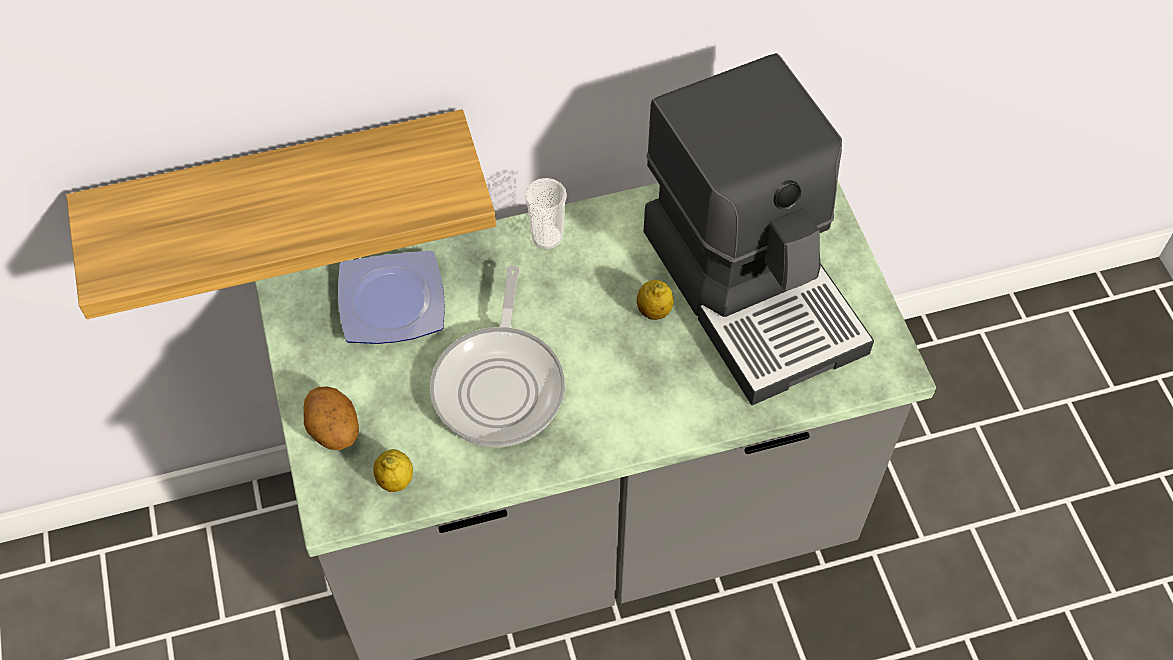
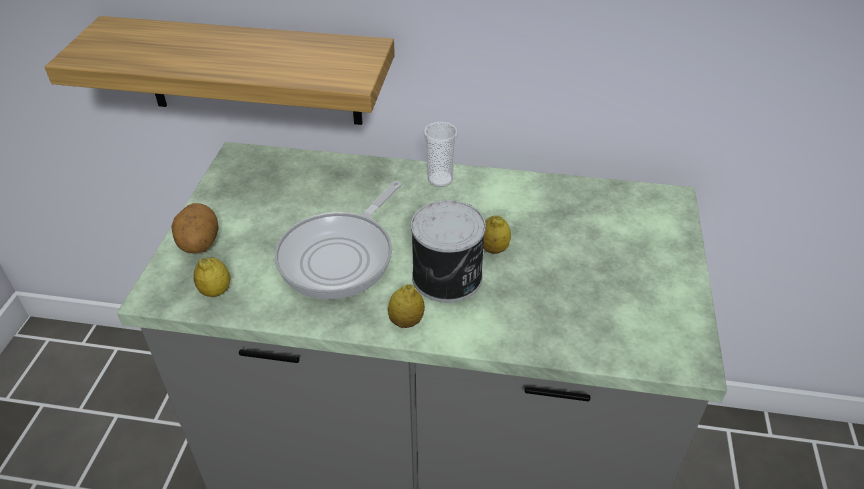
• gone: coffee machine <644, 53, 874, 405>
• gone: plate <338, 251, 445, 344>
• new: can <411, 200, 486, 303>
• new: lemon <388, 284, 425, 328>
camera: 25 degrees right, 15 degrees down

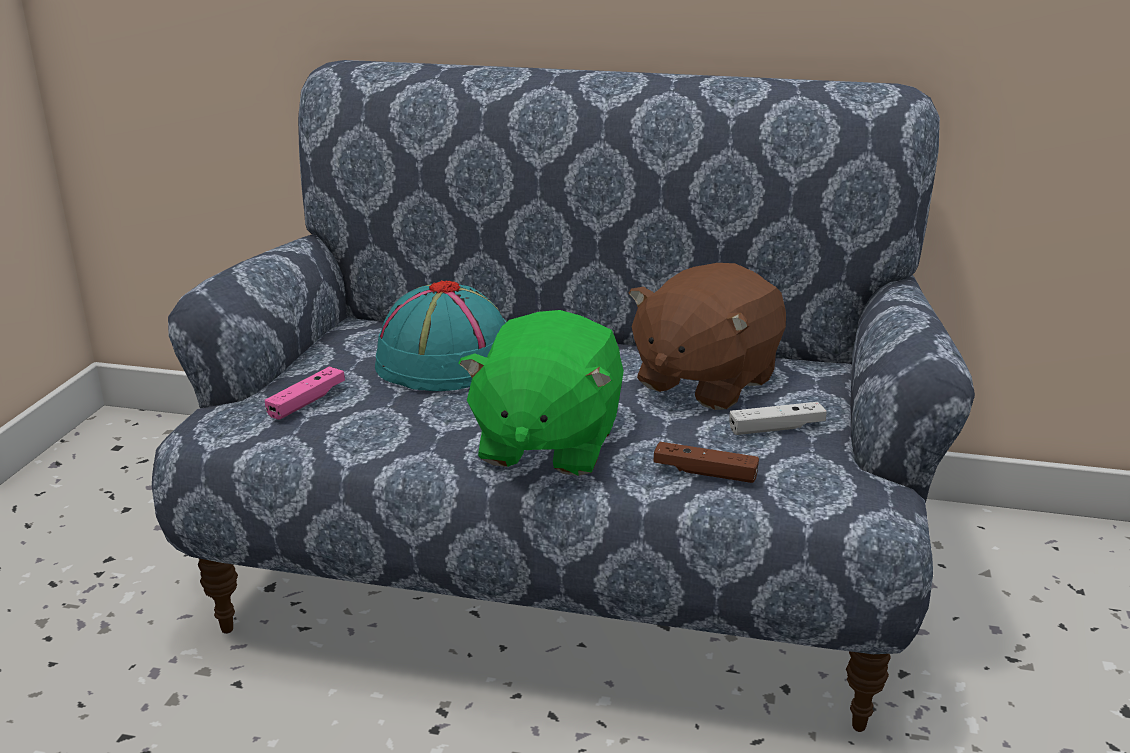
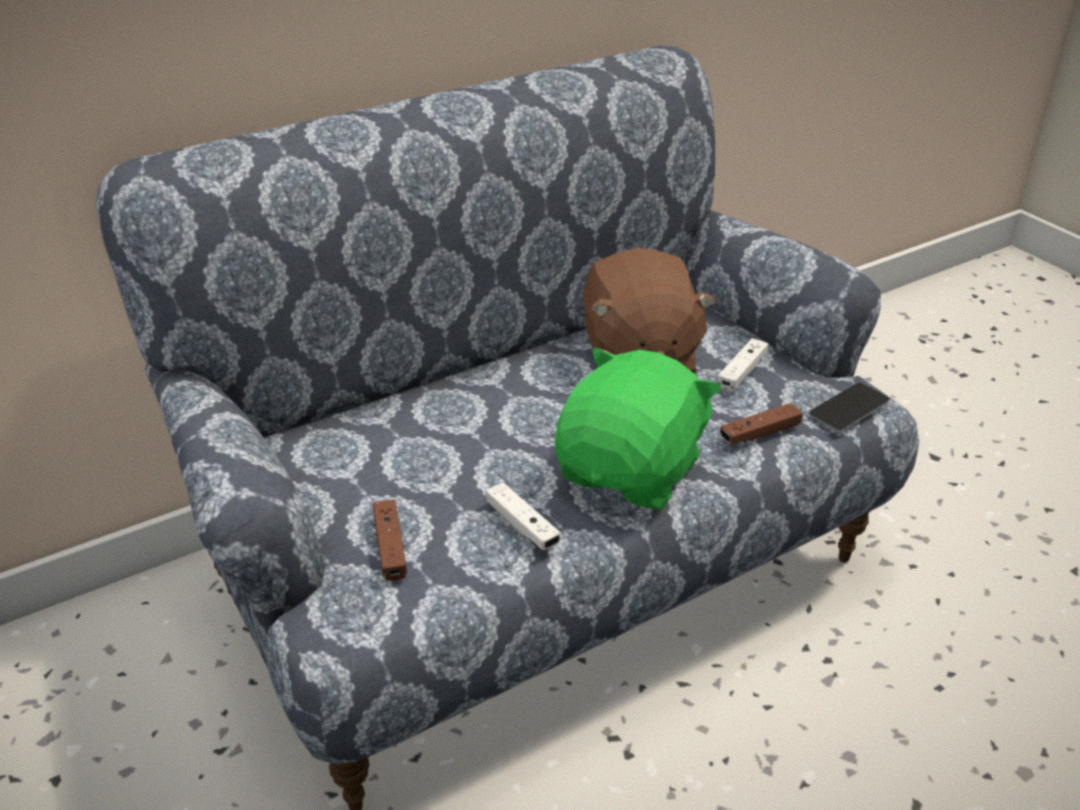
• gone: turquoise hat <375, 280, 506, 391>
• rotated: green plush toy <458, 310, 624, 476> = <555, 347, 722, 510> 120 degrees counterclockwise
• repainted: pink game controller <265, 366, 345, 420> to brown game controller <373, 499, 407, 581>
• new: phone <809, 383, 889, 432>
• new: white game controller <486, 483, 561, 550>
camera: 45 degrees left, 10 degrees up

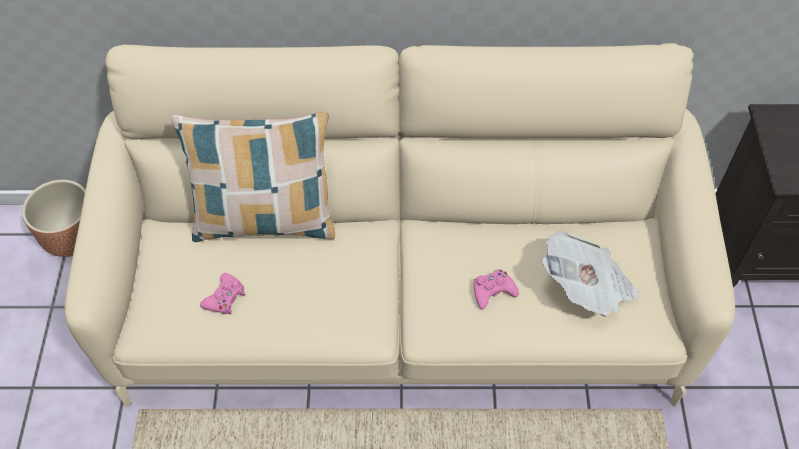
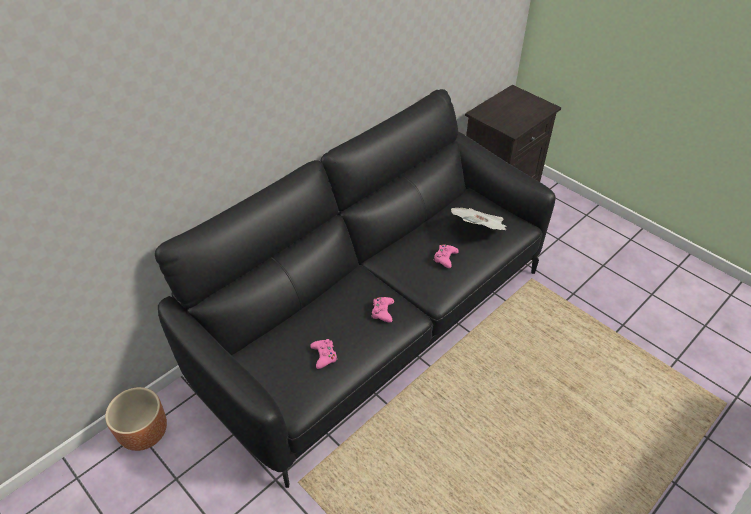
• repainted: beige sofa <65, 43, 735, 407> to black sofa <155, 89, 555, 488>
• gone: pillow <171, 112, 335, 242>
• new: pink game controller <371, 297, 394, 322>
camera: 45 degrees left, 10 degrees down

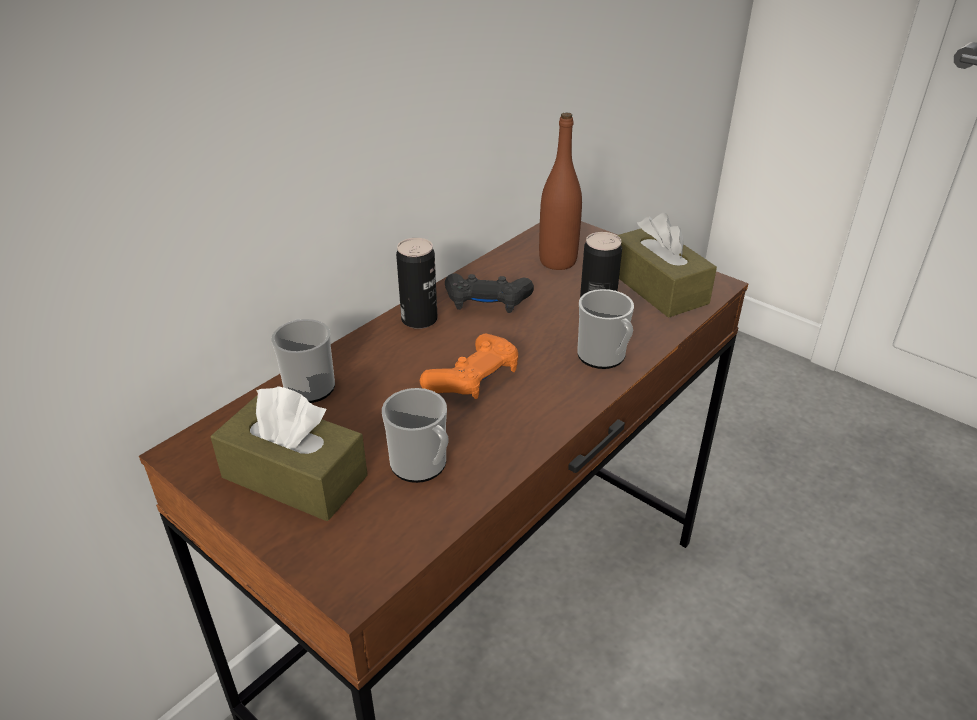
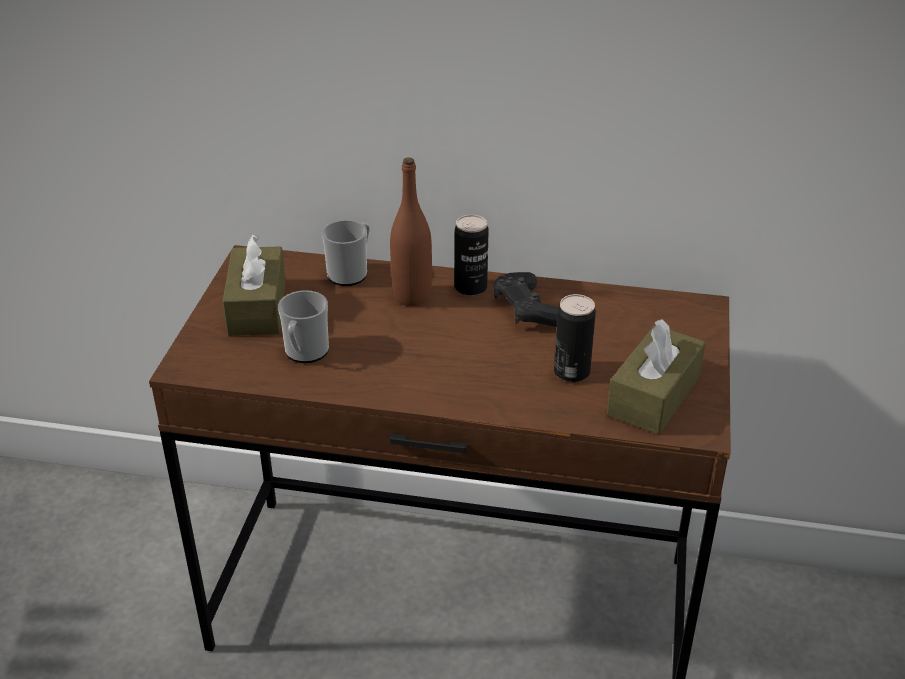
• shifted: brown bottle <539, 112, 582, 270> to <390, 157, 432, 306>
• gone: mug <577, 289, 634, 369>
• gone: orange game controller <420, 333, 518, 399>
camera: 60 degrees right, 0 degrees up

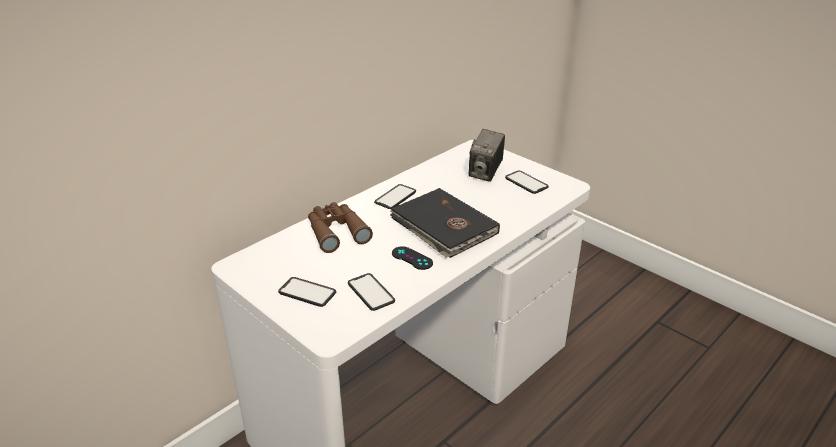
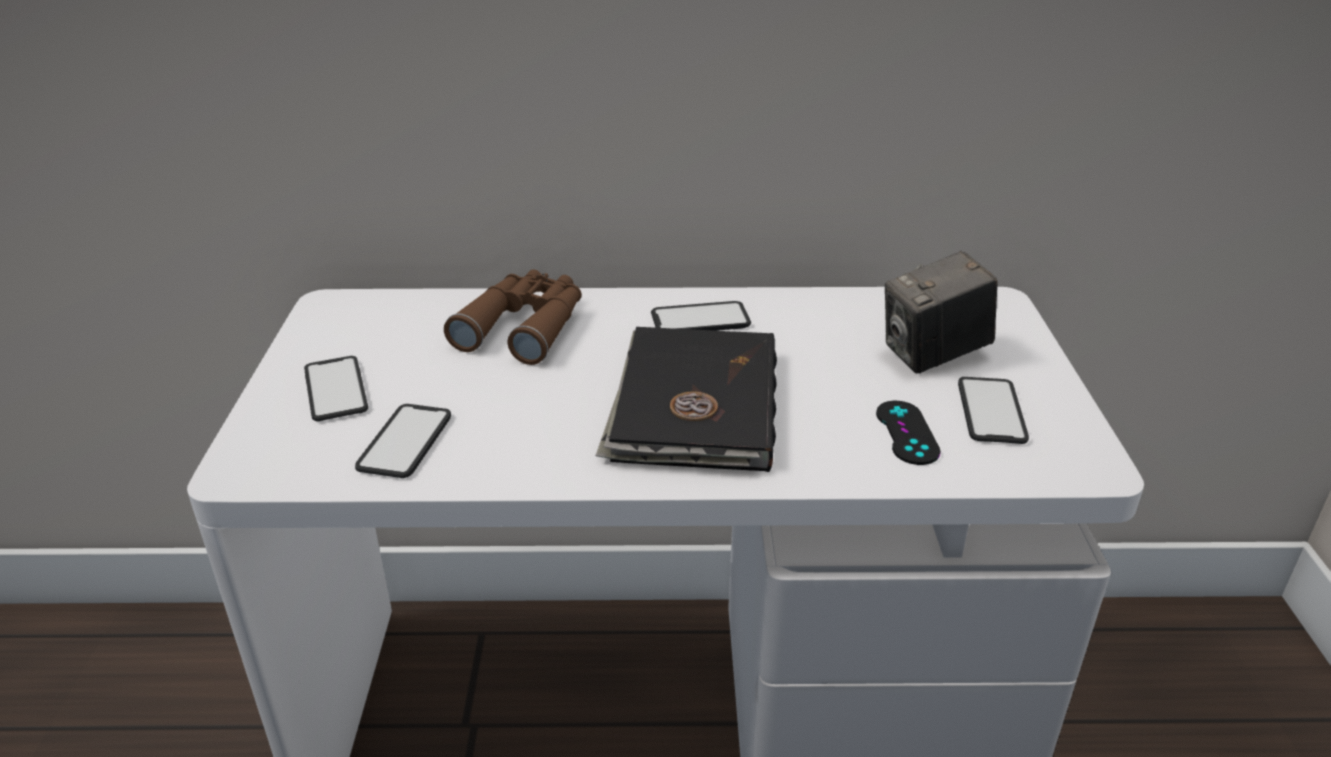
• shifted: black game controller <392, 246, 433, 270> to <876, 401, 941, 465>
camera: 45 degrees right, 0 degrees up

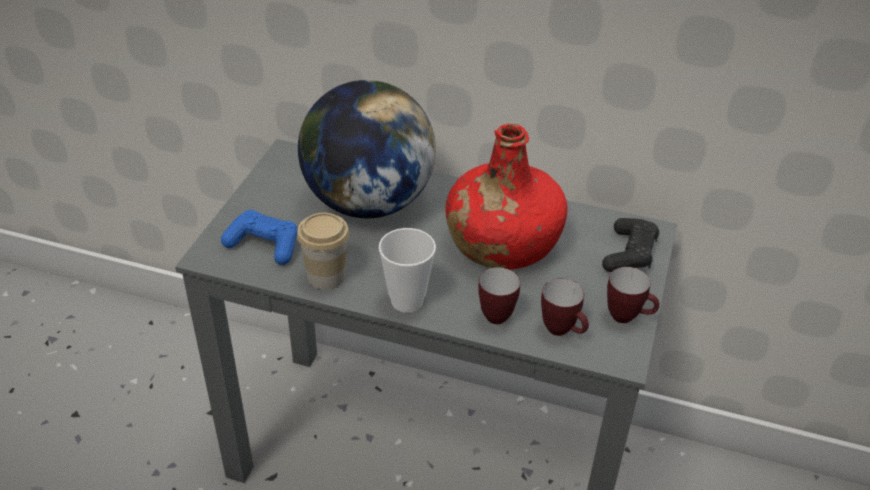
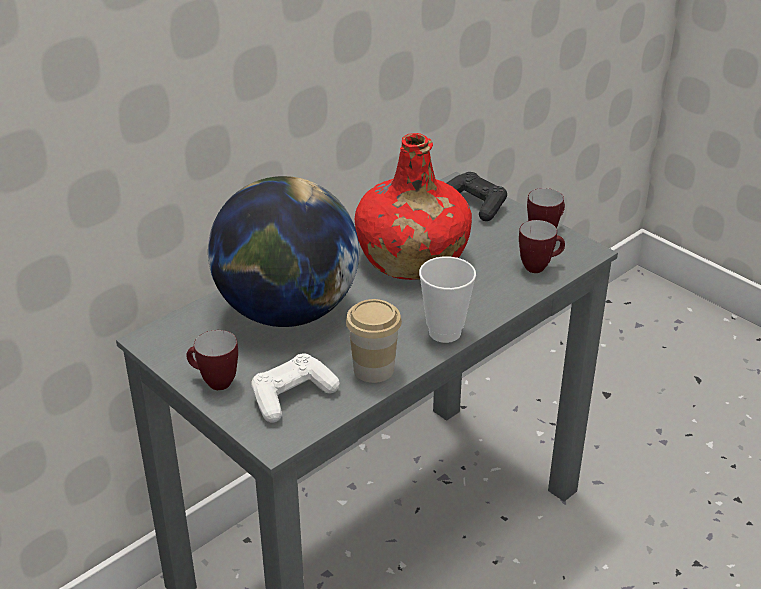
• repainted: blue game controller <221, 210, 298, 265> to white game controller <251, 353, 340, 423>
• shifted: mug <478, 267, 520, 324> to <186, 330, 238, 390>
camera: 60 degrees left, 5 degrees down

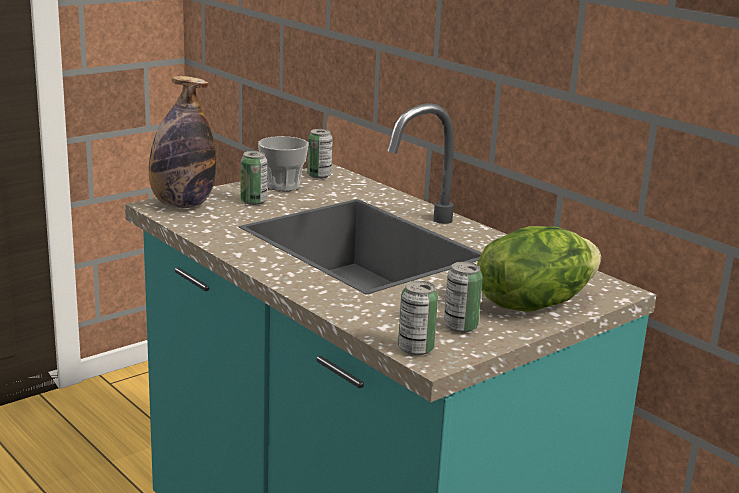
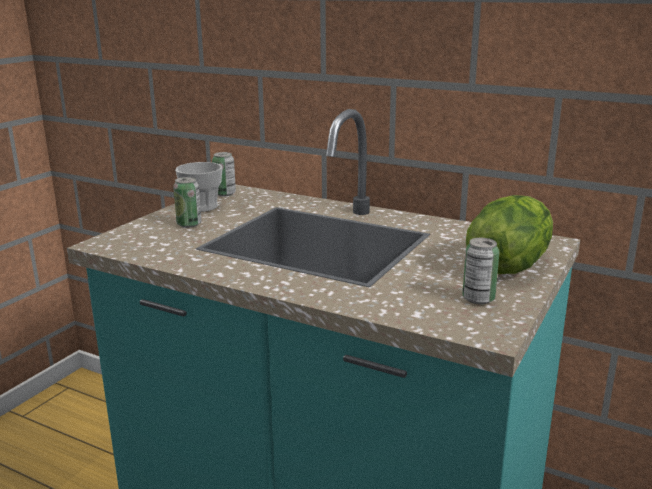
• gone: bottle <149, 76, 216, 208>
• gone: can <398, 281, 438, 355>
camera: 20 degrees left, 0 degrees up

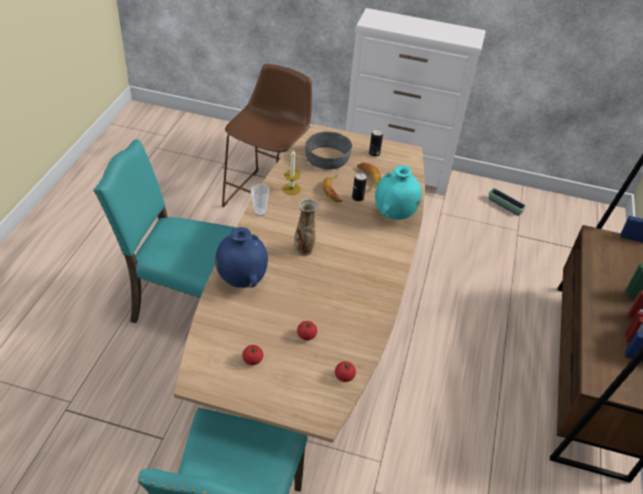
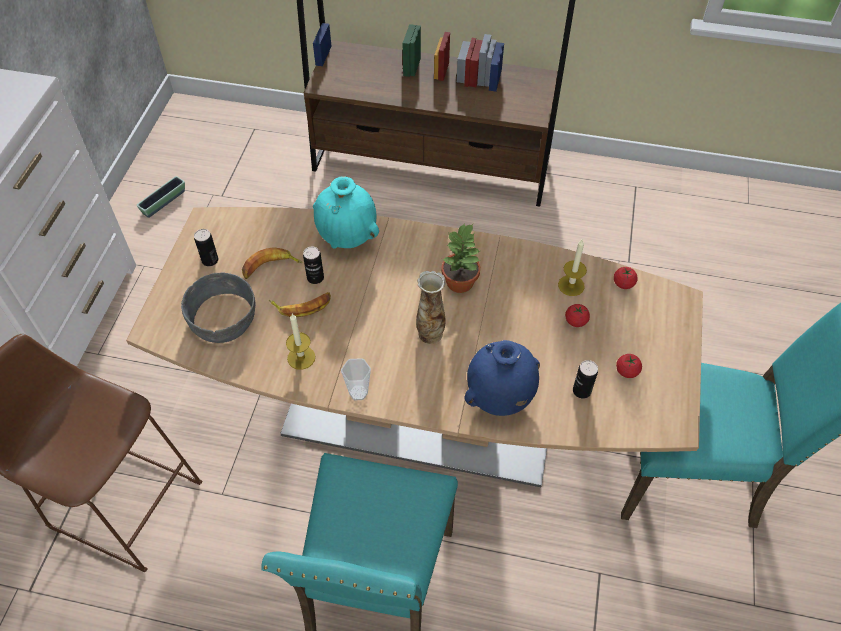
• new: potted plant <441, 223, 481, 293>
• new: candle <558, 239, 587, 296>
• new: can <573, 360, 598, 398>
camera: 90 degrees left, 10 degrees up

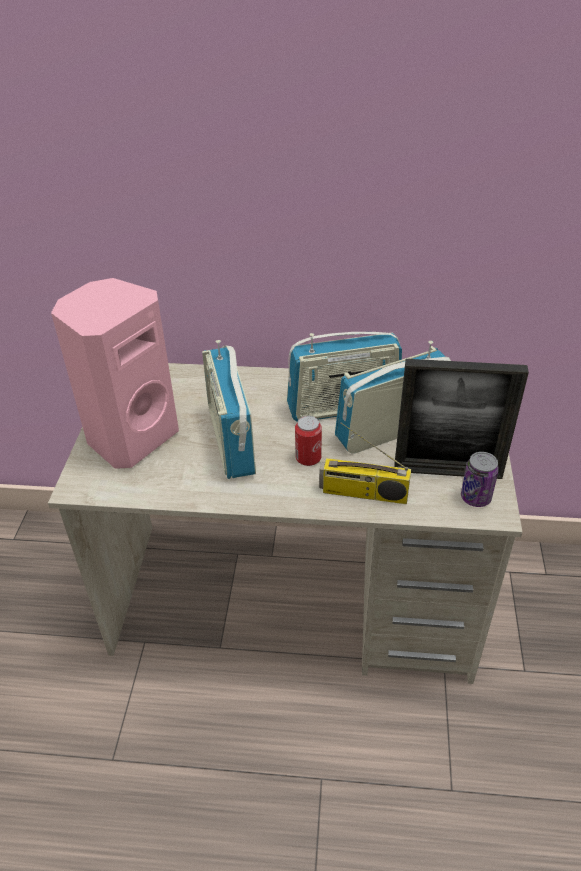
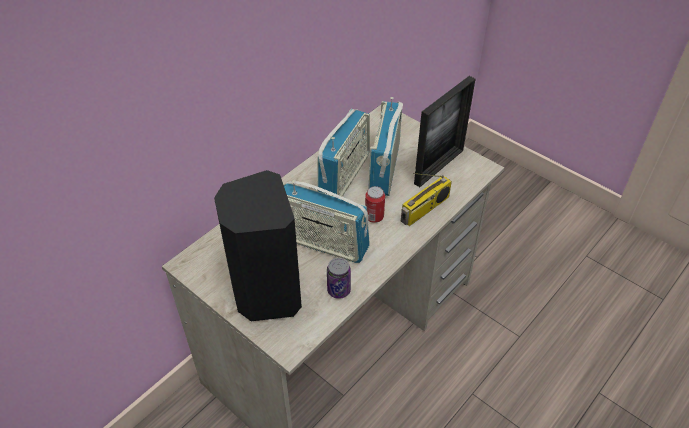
• repainted: pink speaker <51, 278, 179, 469> to black speaker <214, 170, 302, 321>
• shifted: can <461, 452, 499, 507> to <327, 258, 351, 299>
camera: 55 degrees left, 5 degrees up

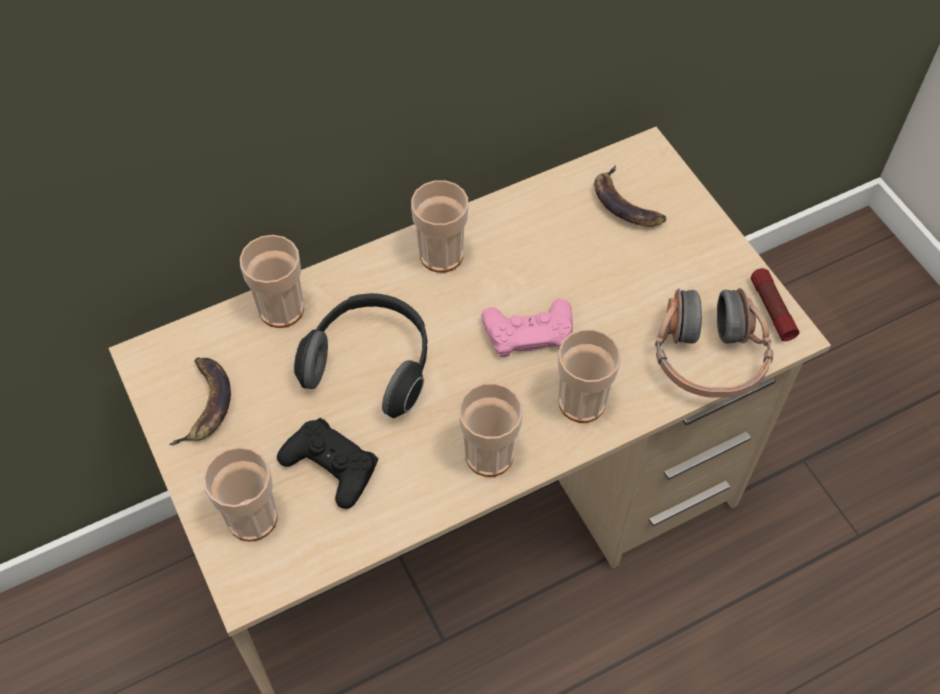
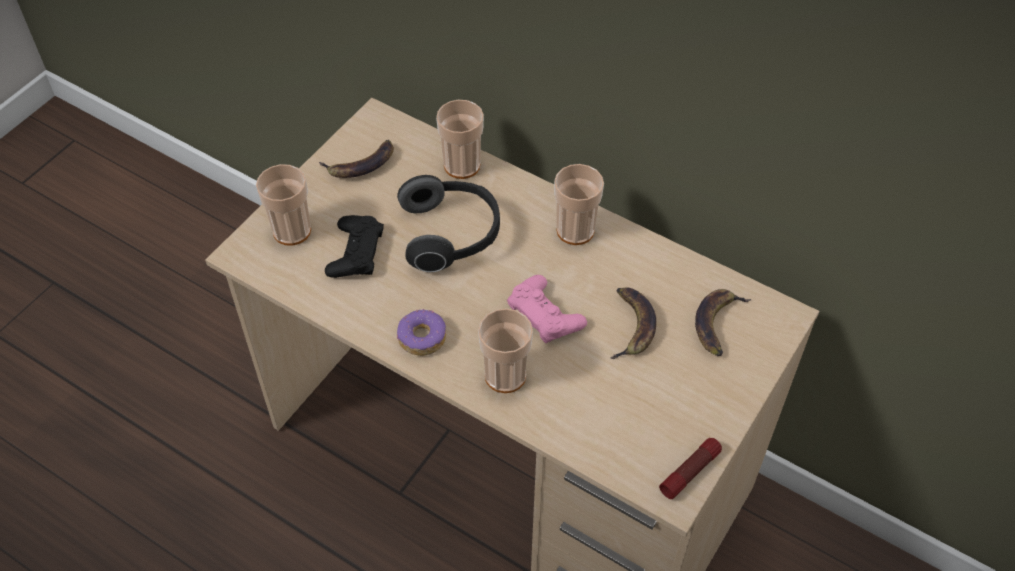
• gone: headphones <655, 288, 773, 397>
• swapped: cup <459, 383, 523, 477> to donut <397, 309, 446, 356>
• new: banana <610, 287, 656, 359>
camera: 60 degrees right, 5 degrees down

